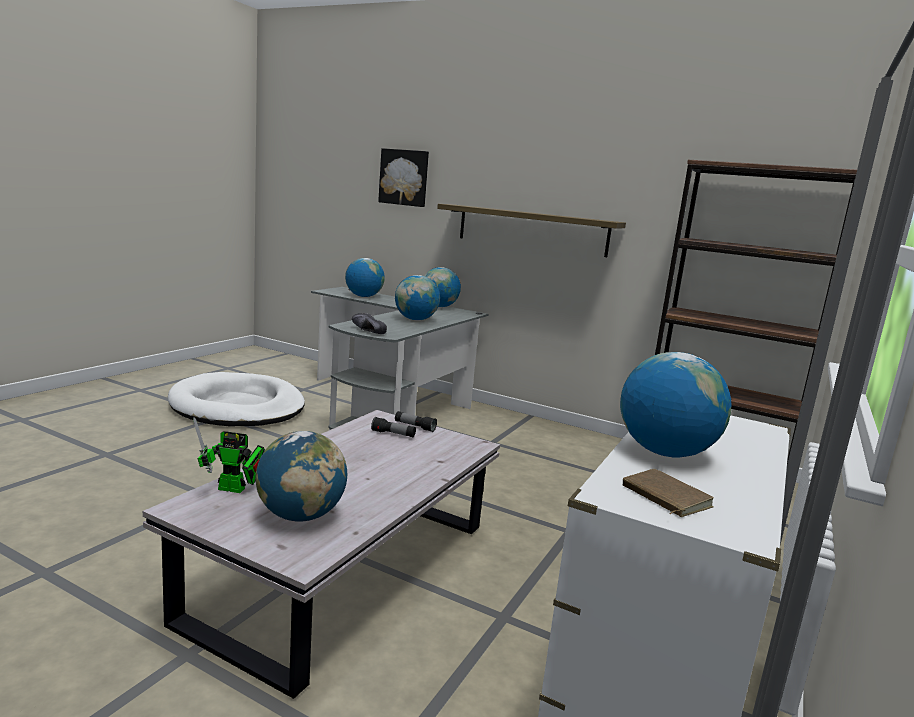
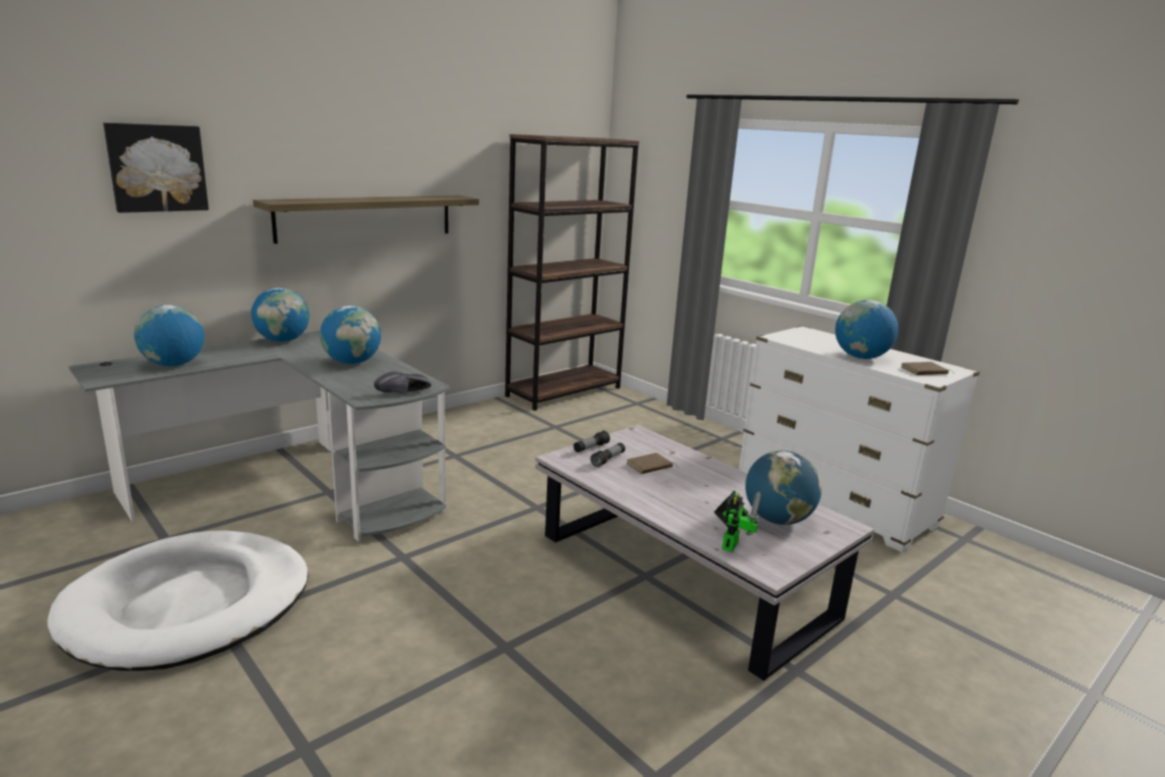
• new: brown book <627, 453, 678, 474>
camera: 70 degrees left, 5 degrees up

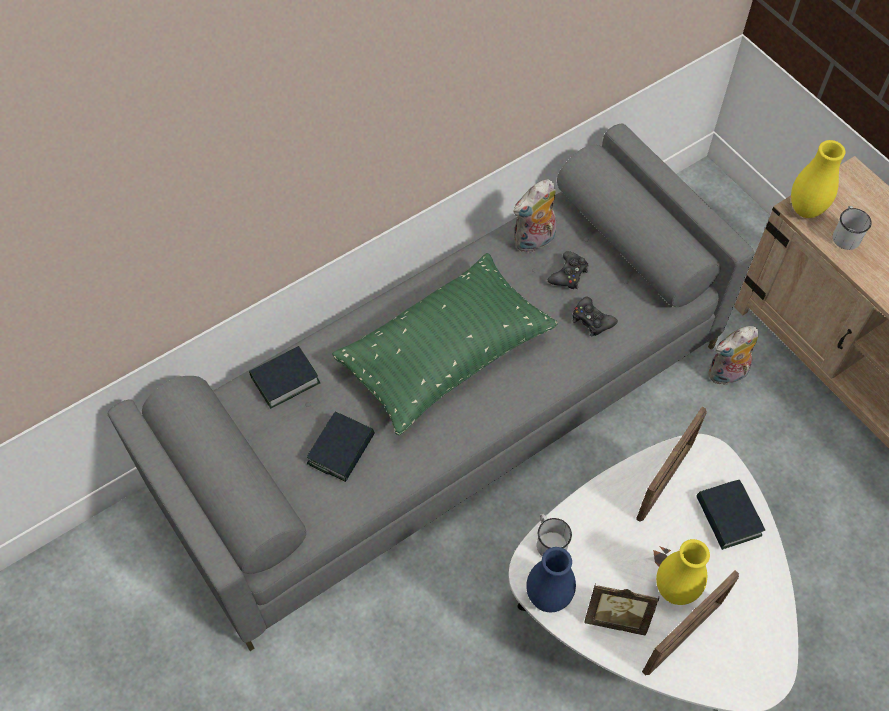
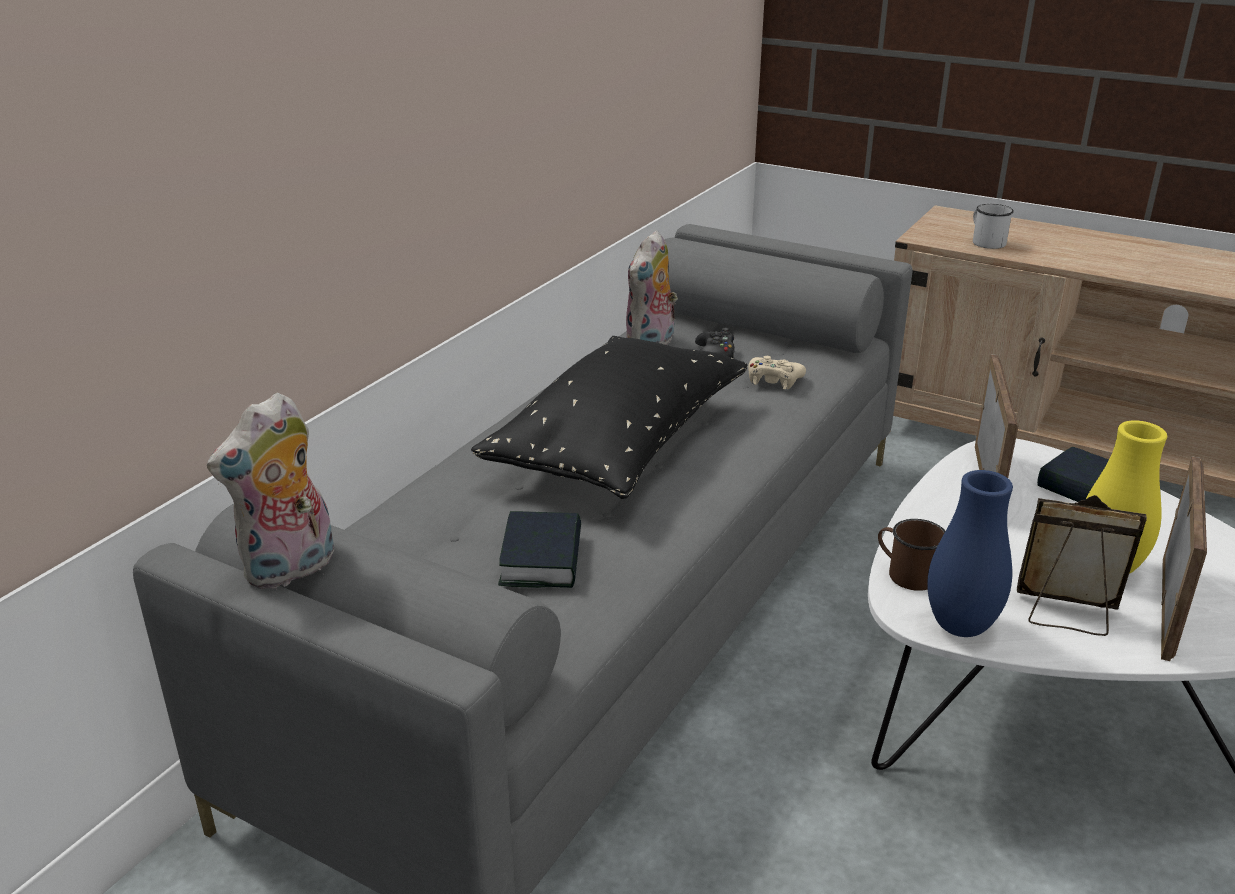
• gone: yellow vase <791, 140, 845, 218>
• repainted: green pillow <332, 253, 557, 435> to black pillow <471, 336, 748, 499>
• repainted: black game controller <572, 296, 618, 337> to beige game controller <748, 356, 806, 390>
• shifted: plush toy <708, 326, 758, 385> to <207, 393, 334, 590>
• gone: book <249, 346, 320, 408>
• repainted: white mug <537, 514, 572, 556> to brown mug <878, 519, 945, 591>
• rotated: picture frame <585, 583, 659, 635> = <1017, 495, 1147, 636> 150 degrees counterclockwise
camera: 25 degrees left, 30 degrees down

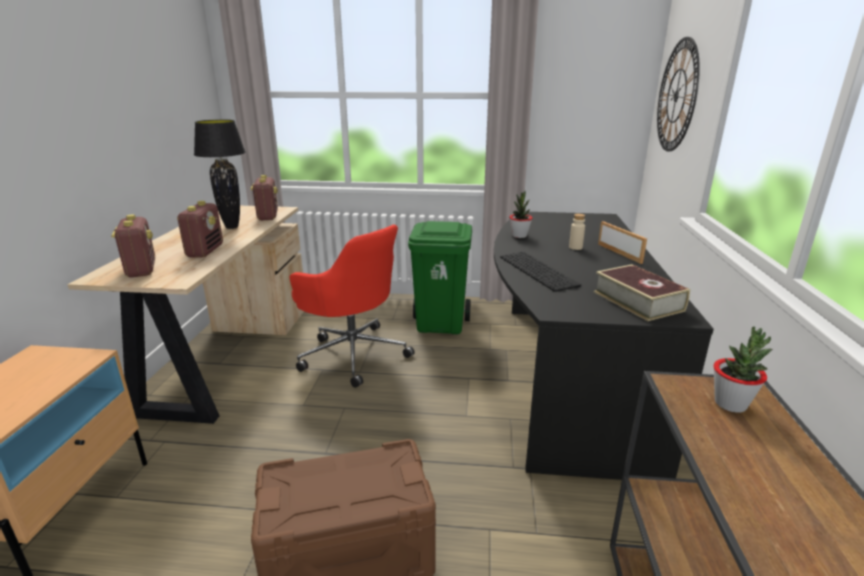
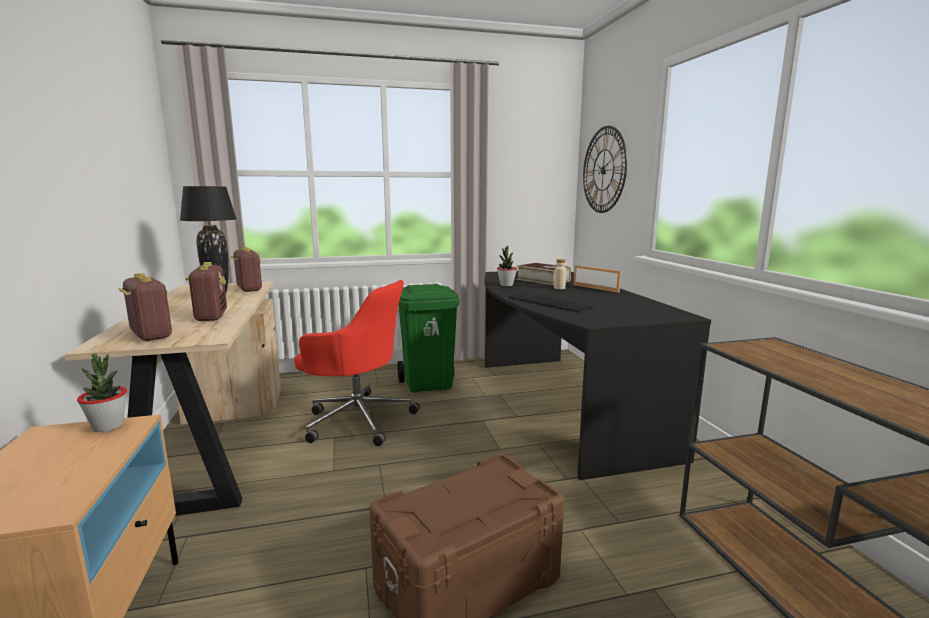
• shifted: book <594, 264, 690, 321> to <516, 263, 571, 285>
• shifted: potted plant <713, 326, 773, 413> to <77, 353, 127, 432>
camera: 20 degrees left, 10 degrees down

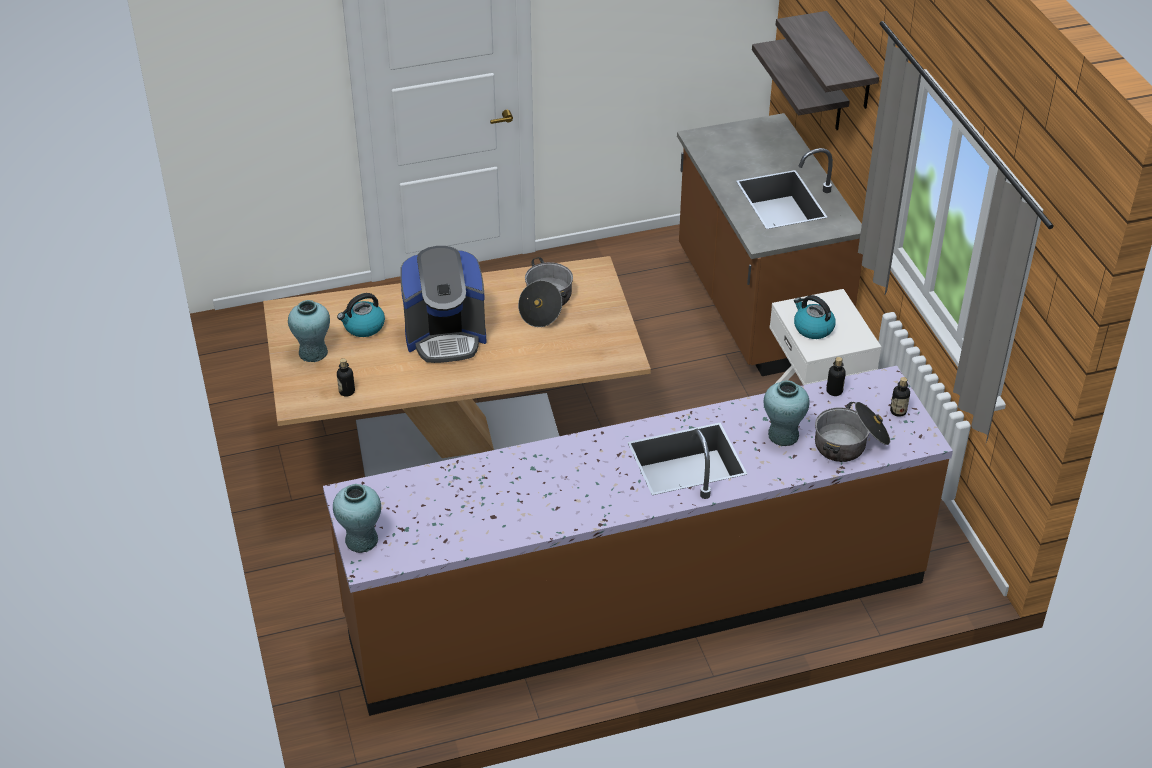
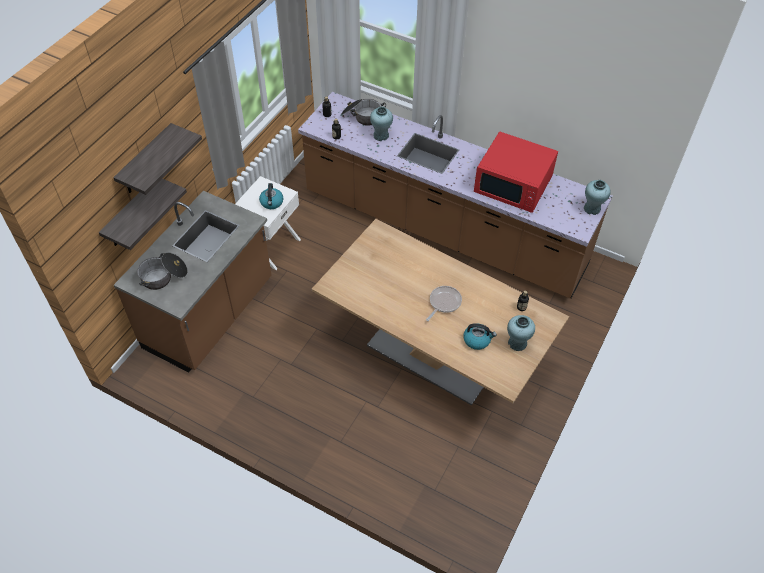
• swapped: coffee machine <400, 246, 486, 363> to frying pan <426, 286, 462, 321>
• shifted: cooking pot <518, 257, 573, 327> to <137, 253, 188, 290>
• new: red microwave <474, 132, 558, 213>
camera: 135 degrees left, 10 degrees up

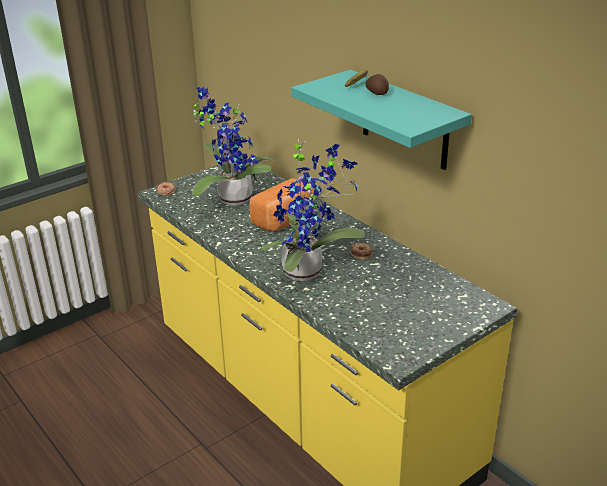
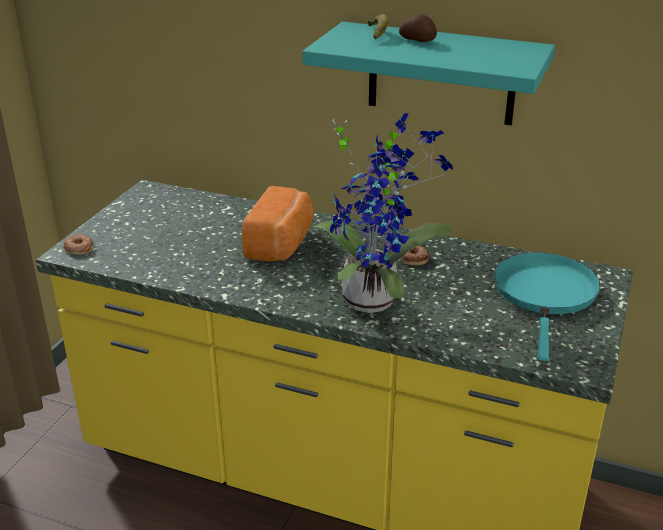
• gone: potted plant <192, 87, 274, 206>
• new: turquoise frying pan <494, 252, 601, 361>
camera: 30 degrees left, 0 degrees up

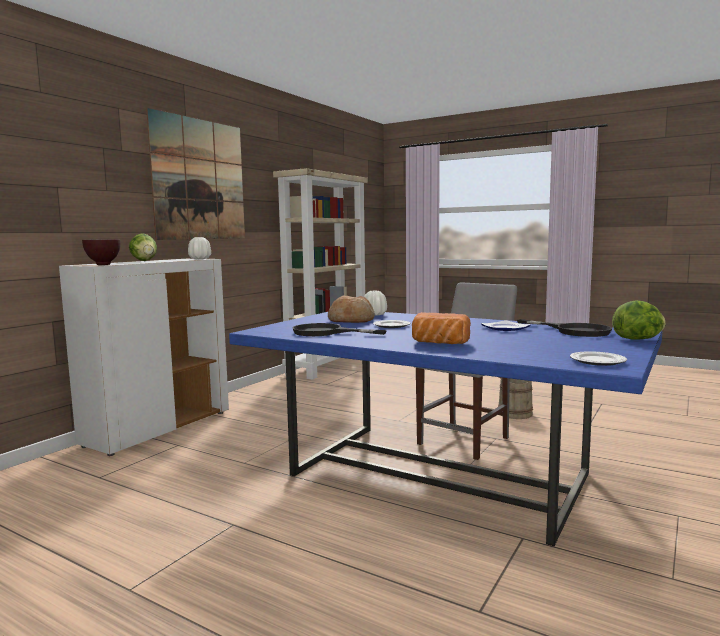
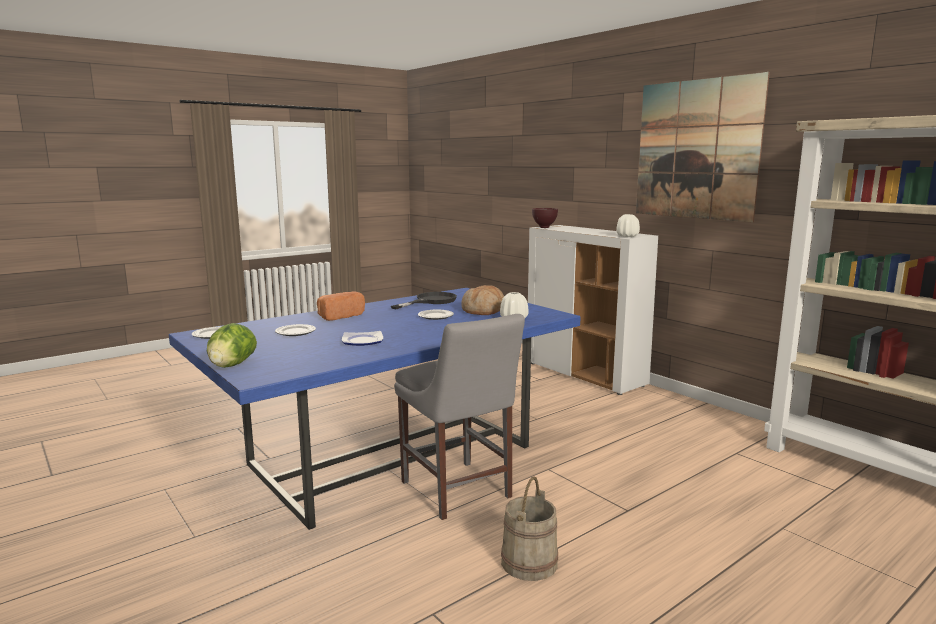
• gone: lettuce <129, 233, 157, 261>
• gone: black frying pan <517, 319, 612, 337>
• new: plate <275, 324, 316, 336>
camera: 110 degrees right, 5 degrees up

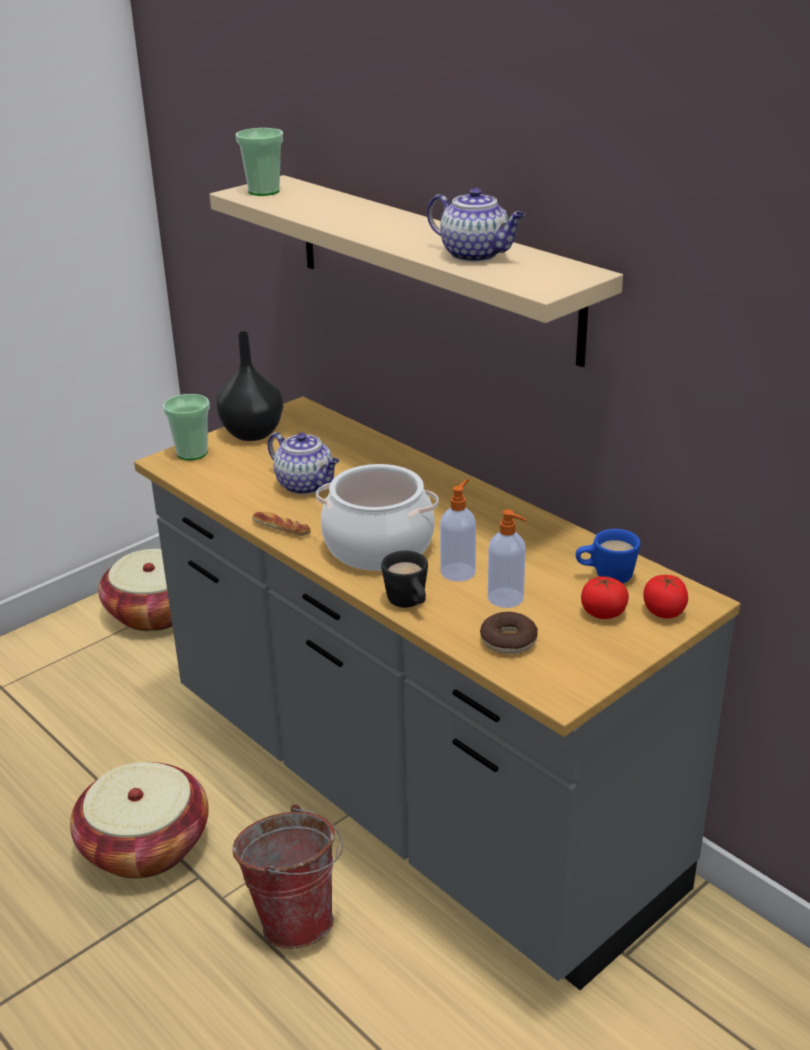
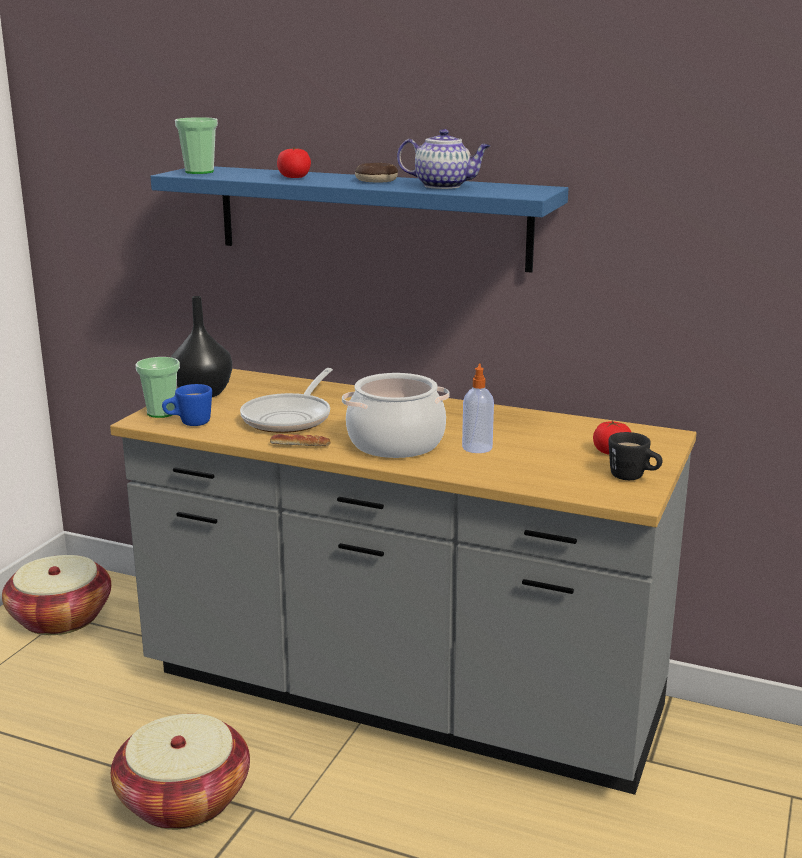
• repainted: beige shelf <210, 175, 623, 367> to blue shelf <150, 166, 568, 273>
• swapped: teapot <267, 432, 339, 495> to frying pan <240, 368, 333, 433>
• gone: soap dispenser <488, 509, 527, 608>
• shifted: blue mug <576, 529, 640, 584> to <162, 384, 212, 426>
• shifted: black mug <381, 550, 428, 608> to <608, 432, 662, 480>
• shifted: tomato <643, 575, 688, 618> to <277, 147, 311, 178>
• shifted: donut <480, 612, 538, 654> to <355, 163, 398, 182>
• gone: bucket <232, 804, 343, 949>
camera: 25 degrees left, 10 degrees down

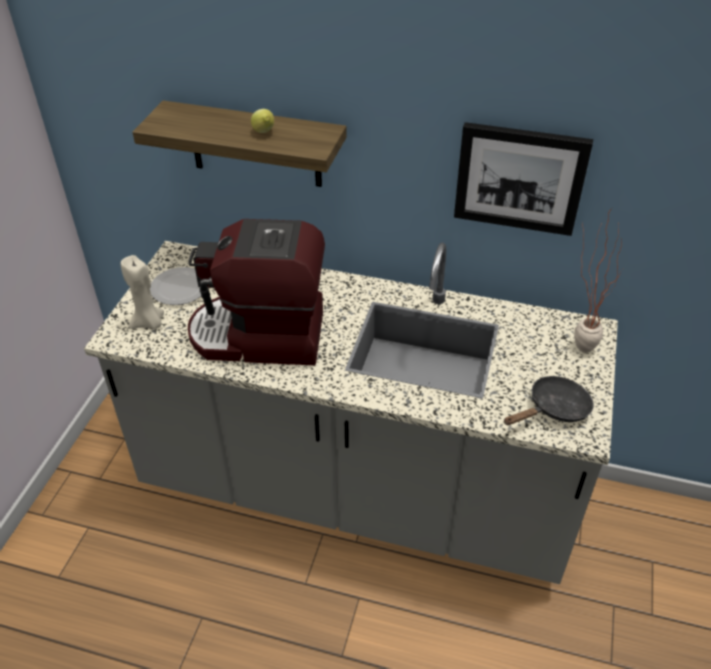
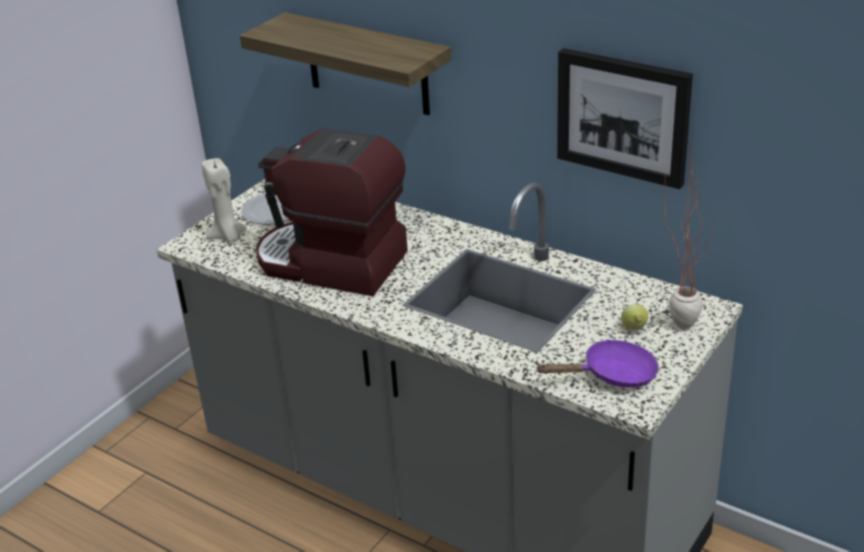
• shifted: lemon <251, 109, 274, 133> to <621, 304, 648, 330>
• repainted: black frying pan <504, 376, 594, 425> to purple frying pan <535, 339, 659, 388>
camera: 20 degrees right, 10 degrees down

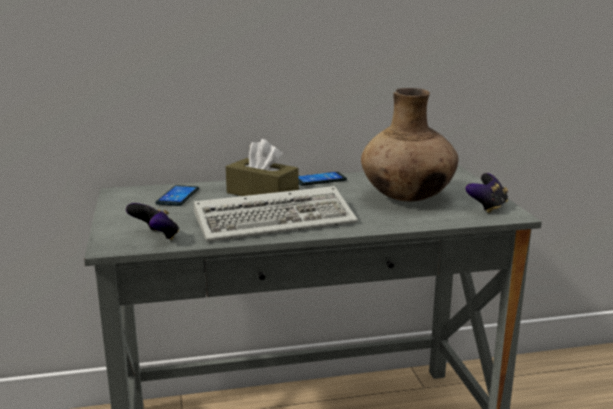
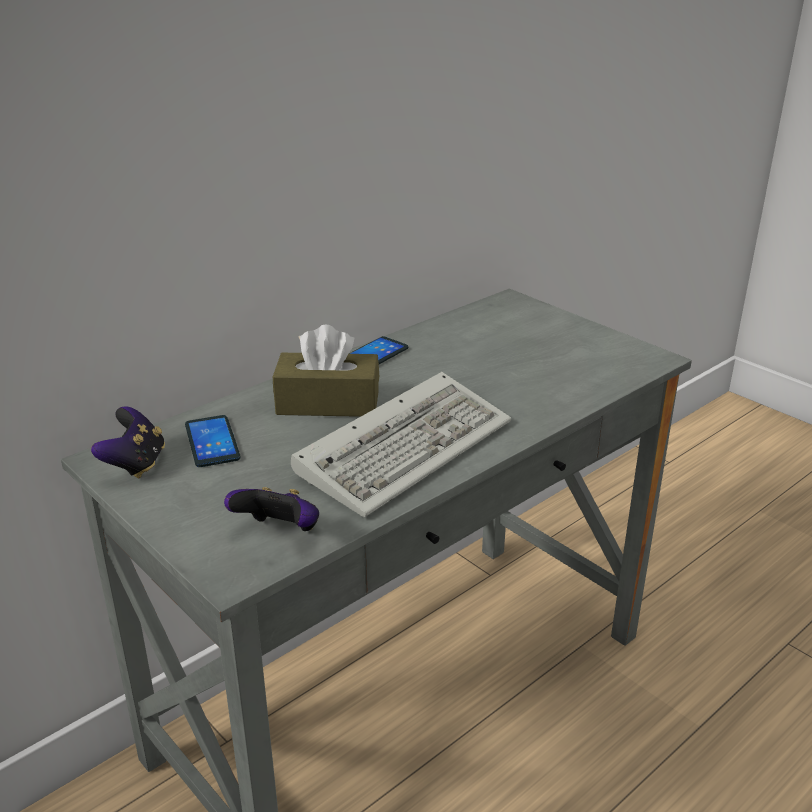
• gone: brown vase <361, 88, 458, 201>
• shifted: game controller <465, 173, 508, 213> to <91, 406, 165, 478>
camera: 30 degrees left, 10 degrees up

